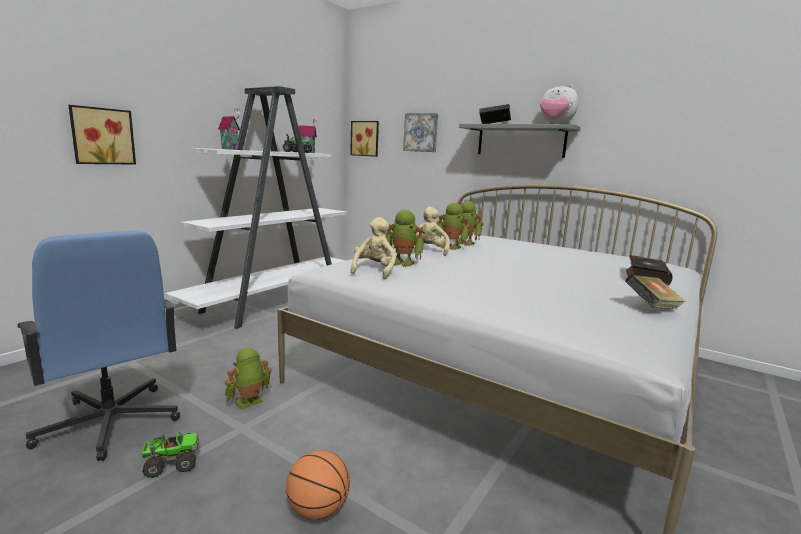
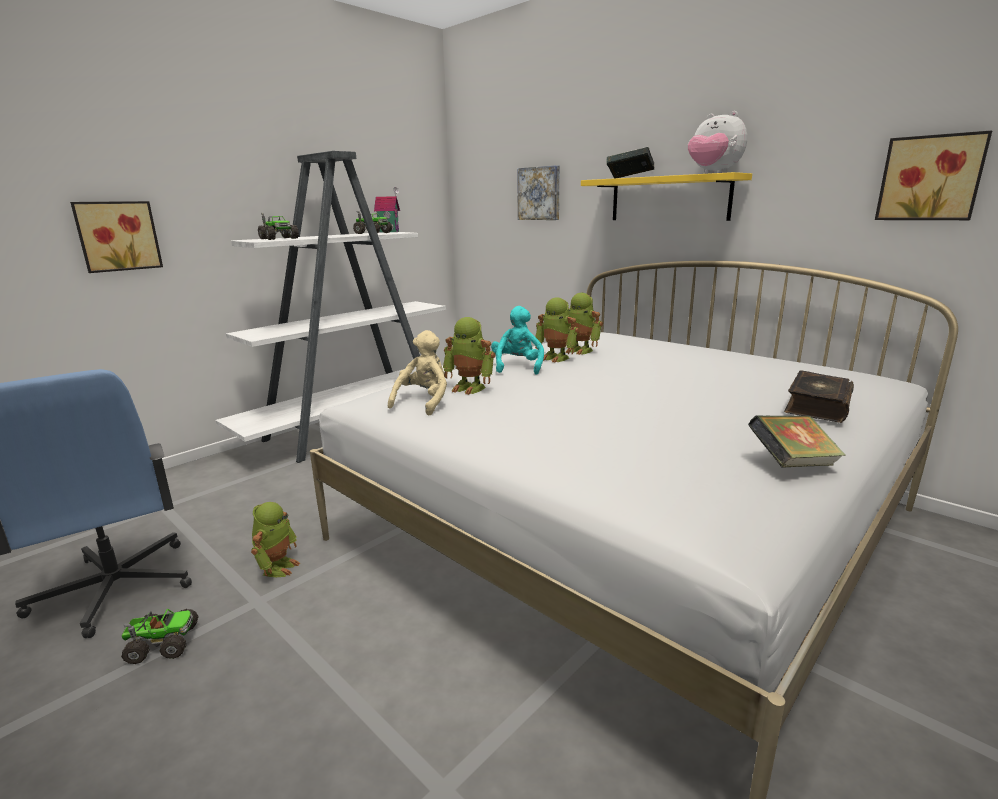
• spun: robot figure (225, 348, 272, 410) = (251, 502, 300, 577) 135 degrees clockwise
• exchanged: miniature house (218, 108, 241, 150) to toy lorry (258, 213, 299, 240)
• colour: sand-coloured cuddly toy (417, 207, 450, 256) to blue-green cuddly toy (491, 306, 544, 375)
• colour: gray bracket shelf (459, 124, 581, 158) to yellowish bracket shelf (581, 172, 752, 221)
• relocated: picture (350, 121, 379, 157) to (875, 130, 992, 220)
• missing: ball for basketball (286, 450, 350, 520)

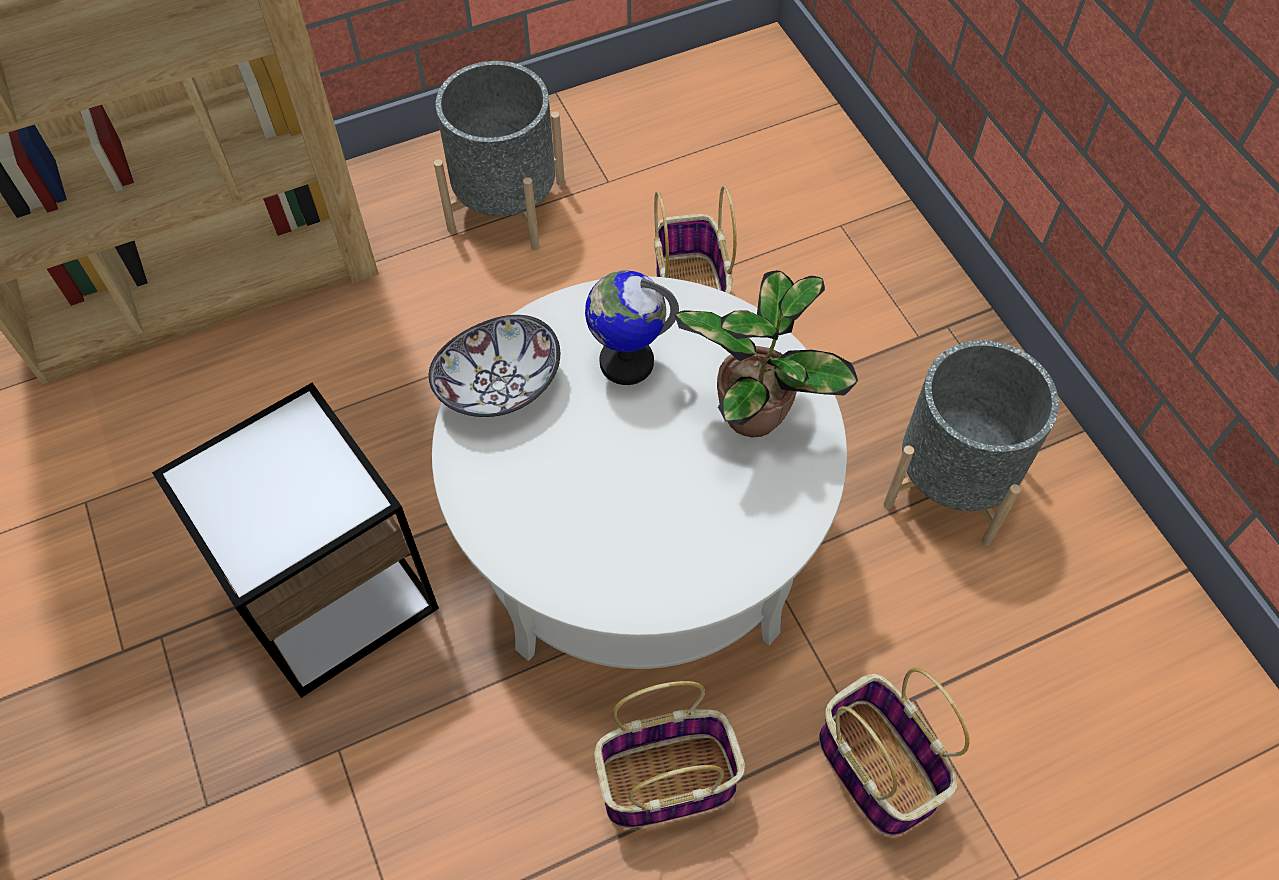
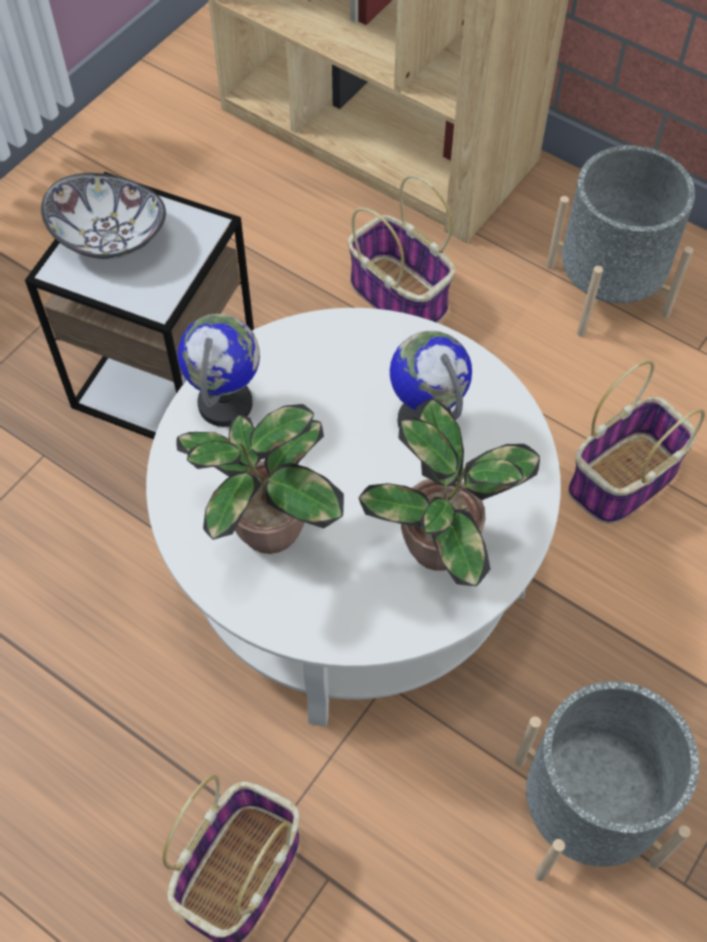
• relocated: bowl (429, 315, 560, 417) to (41, 173, 166, 259)
• appeared: houseplant (177, 404, 344, 554)
• appeared: globe (178, 314, 260, 427)
• relocated: household basket (594, 681, 745, 828) to (348, 175, 455, 323)

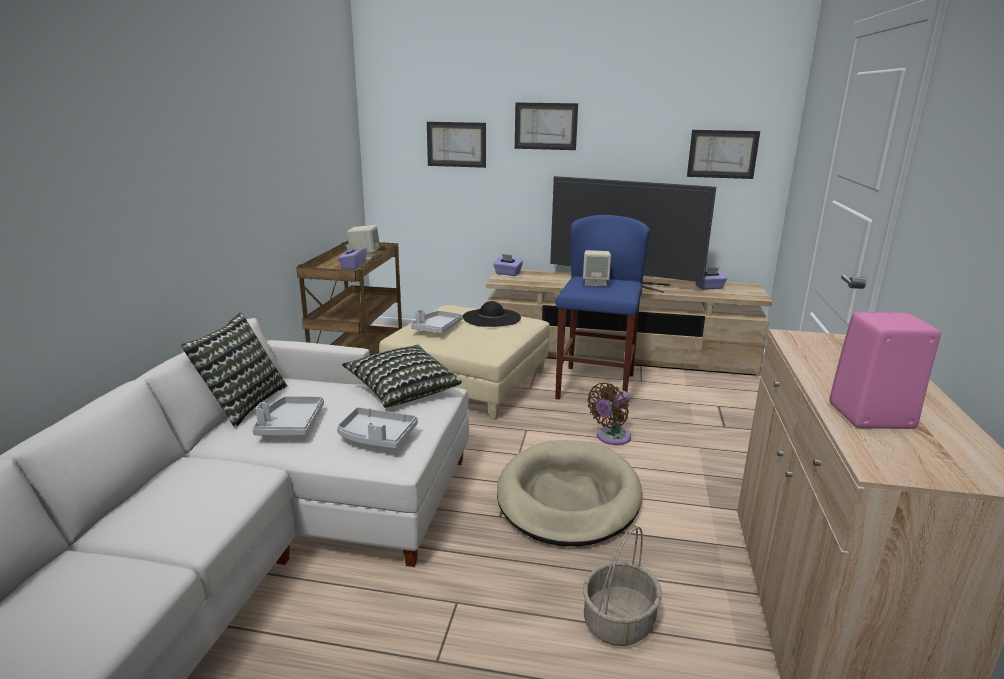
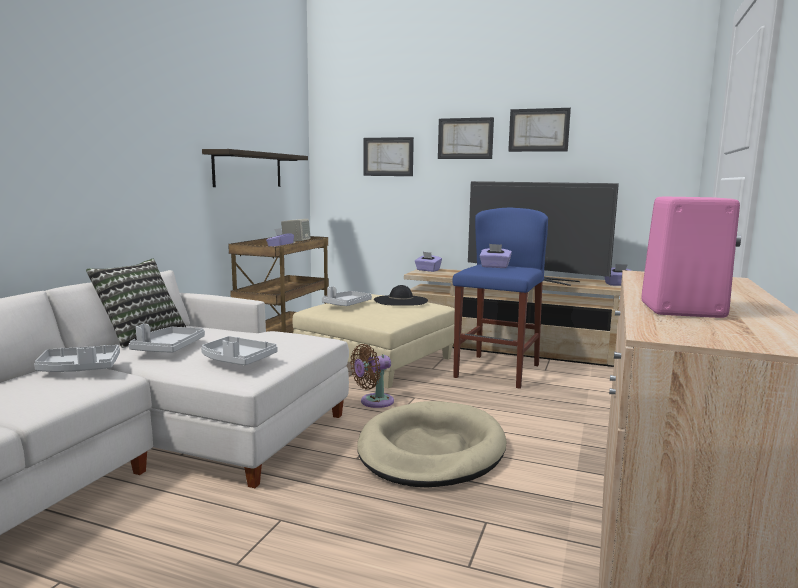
• appeared: gray tray (34, 345, 120, 372)
• appeared: bracket shelf (202, 149, 308, 187)
• relocated: brown-coloured electric fan (587, 383, 631, 445) to (350, 344, 394, 408)
• exchanged: sand-coloured audio speaker (583, 250, 611, 287) to purplish tissue holder (480, 244, 512, 268)
• relocated: picture (687, 130, 760, 179) to (508, 108, 571, 152)
• missing: cushion (342, 345, 462, 408)
• missing: household basket (583, 525, 662, 646)

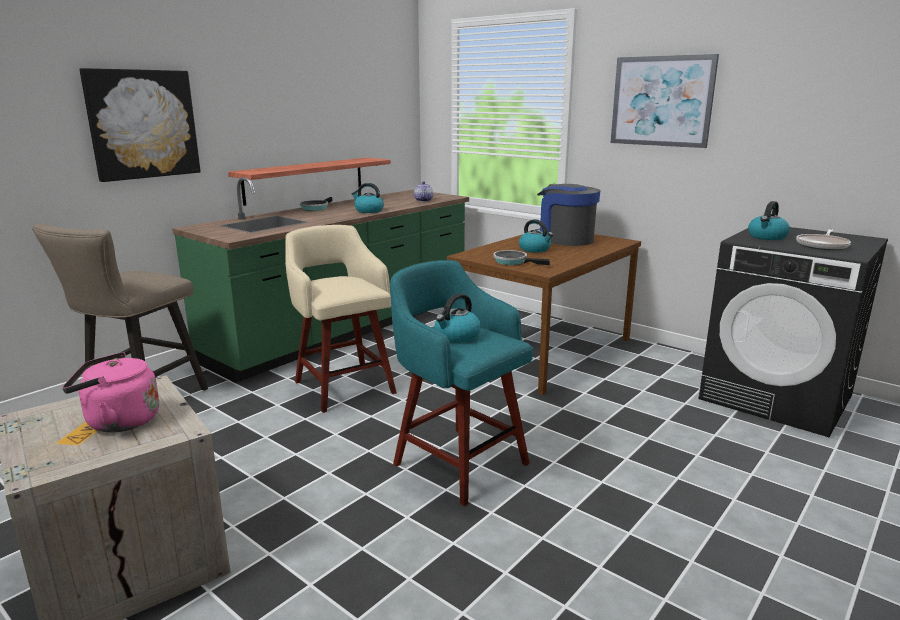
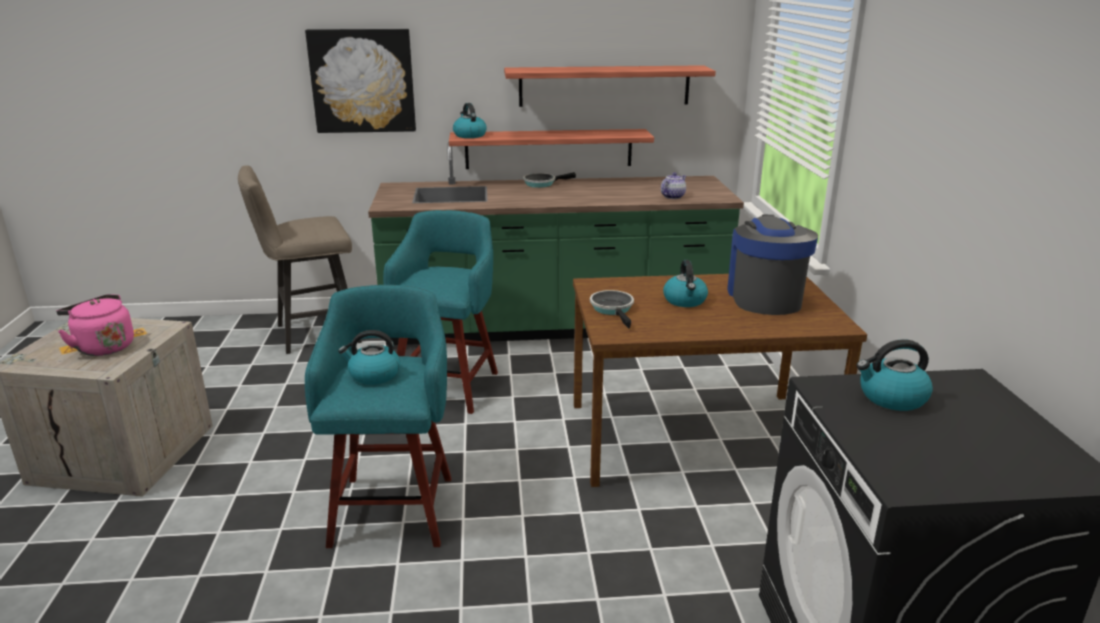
• colour: sand-coloured sitting stool (285, 225, 397, 413) to blue-green sitting stool (383, 210, 498, 414)
• relocated: kettle (352, 183, 384, 213) to (453, 103, 487, 138)
• appeared: bracket shelf (504, 65, 716, 107)
• missing: picture (611, 54, 719, 148)
• missing: frying pan (796, 229, 851, 250)

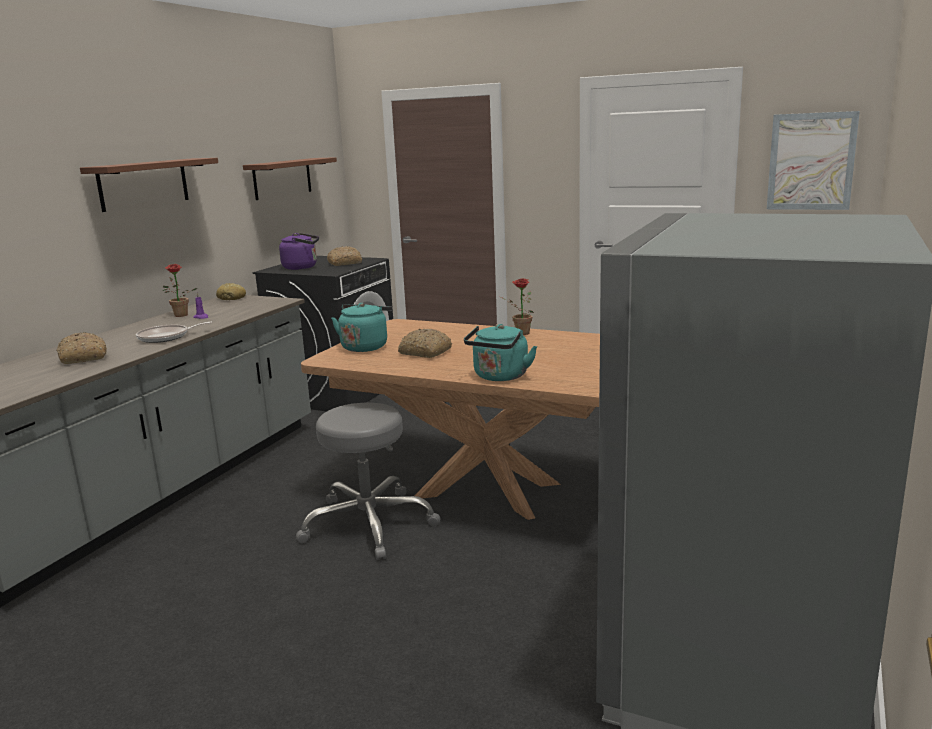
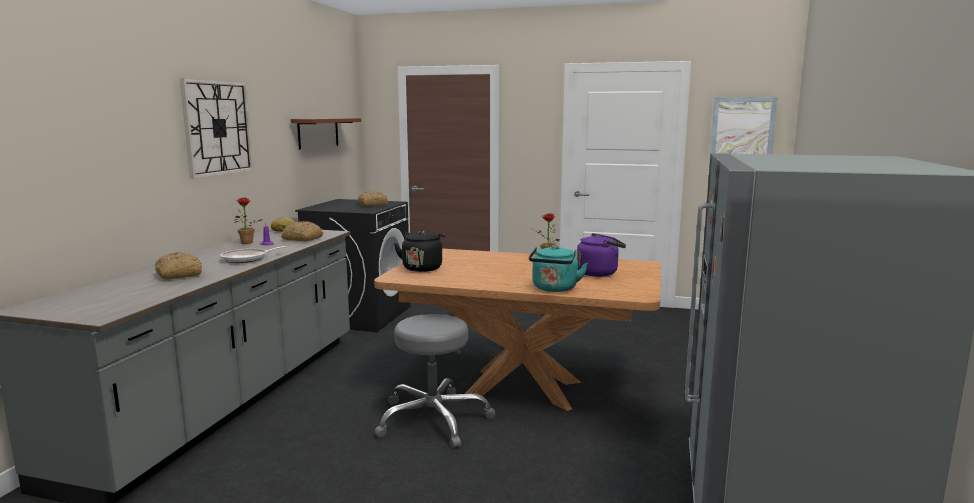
• exchanged: brown-coloured bracket shelf (80, 158, 218, 212) to clock on the wall (180, 78, 253, 179)
• relocated: bakery bread (398, 329, 452, 358) to (281, 221, 323, 242)
• colour: blue-green kettle (331, 303, 392, 352) to black-coloured kettle (394, 230, 446, 272)
• relocated: purplish kettle (279, 233, 319, 270) to (576, 233, 626, 277)

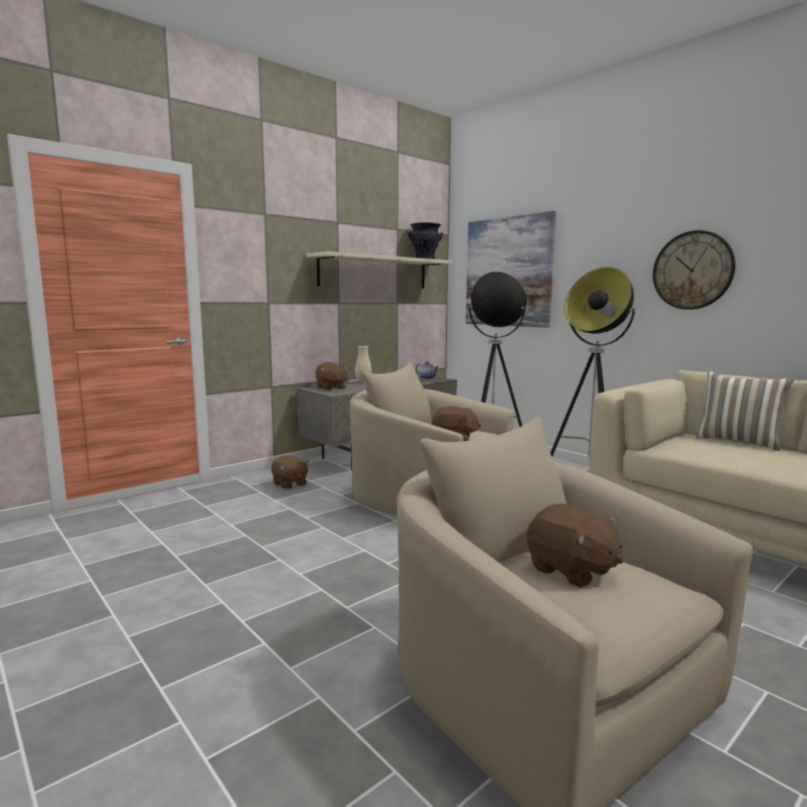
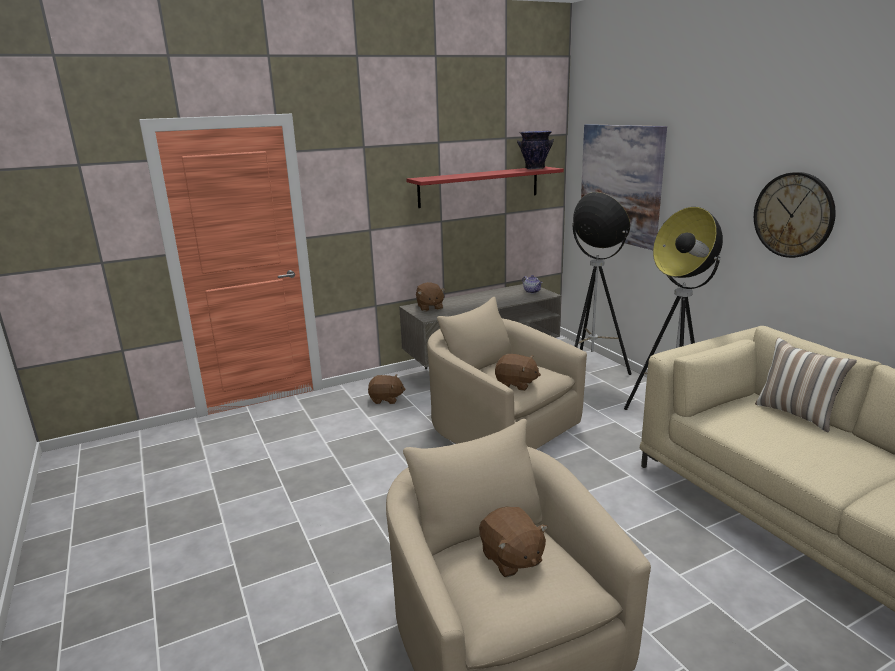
• spun: brown-coloured cuddly toy (271, 455, 309, 489) = (368, 374, 406, 404) 60 degrees counterclockwise
• colour: sand-coloured bracket shelf (307, 251, 452, 289) to reddish bracket shelf (406, 167, 564, 208)
• missing: sand-coloured flower vase (355, 346, 372, 383)

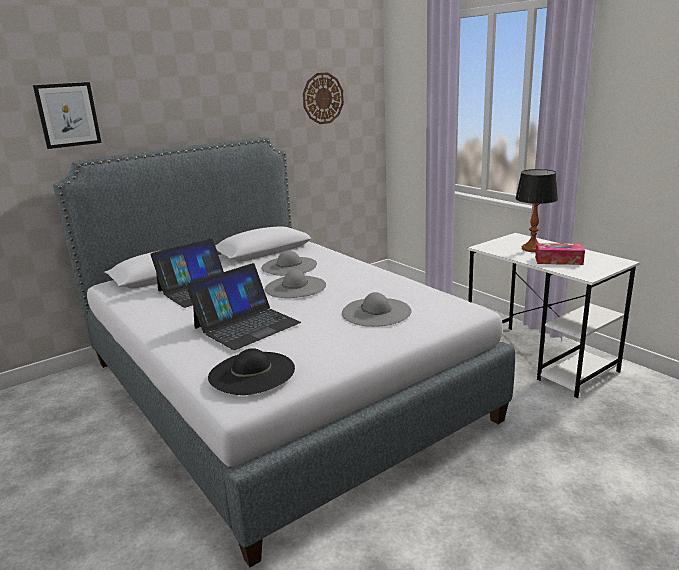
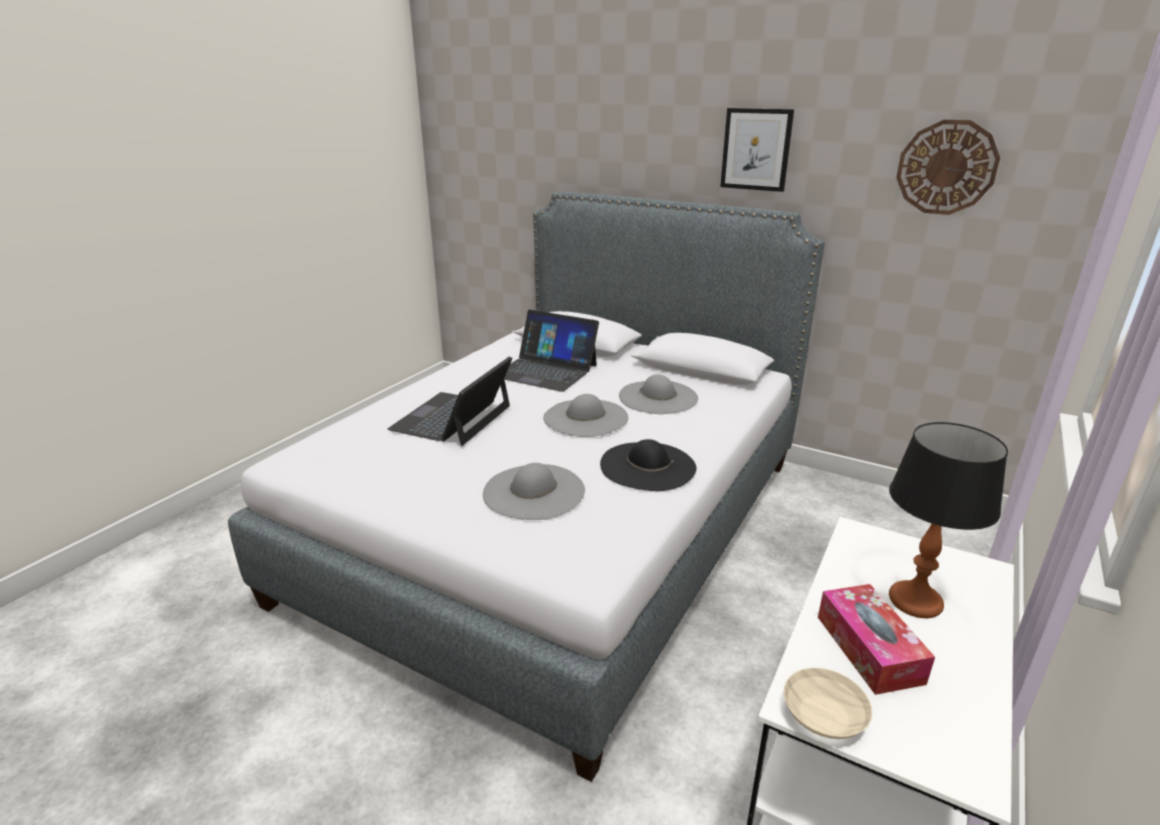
• spun: portable computer (186, 263, 301, 350) = (388, 356, 512, 446) 90 degrees clockwise
• relocated: black-coloured hat (208, 348, 295, 395) to (600, 439, 696, 491)
• relocated: picture (33, 82, 102, 149) to (720, 108, 794, 192)
• appeared: sand-coloured bowl (784, 668, 872, 739)

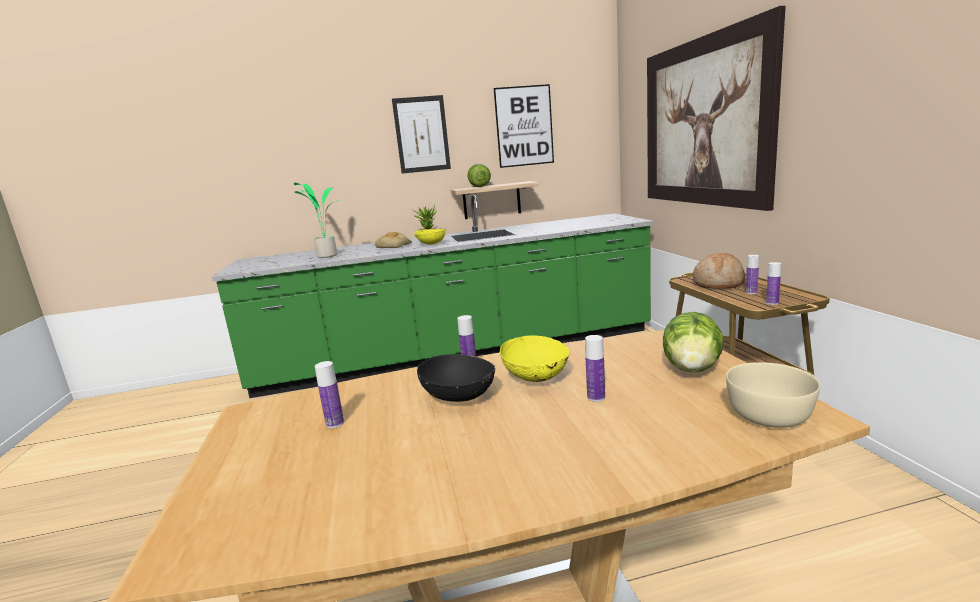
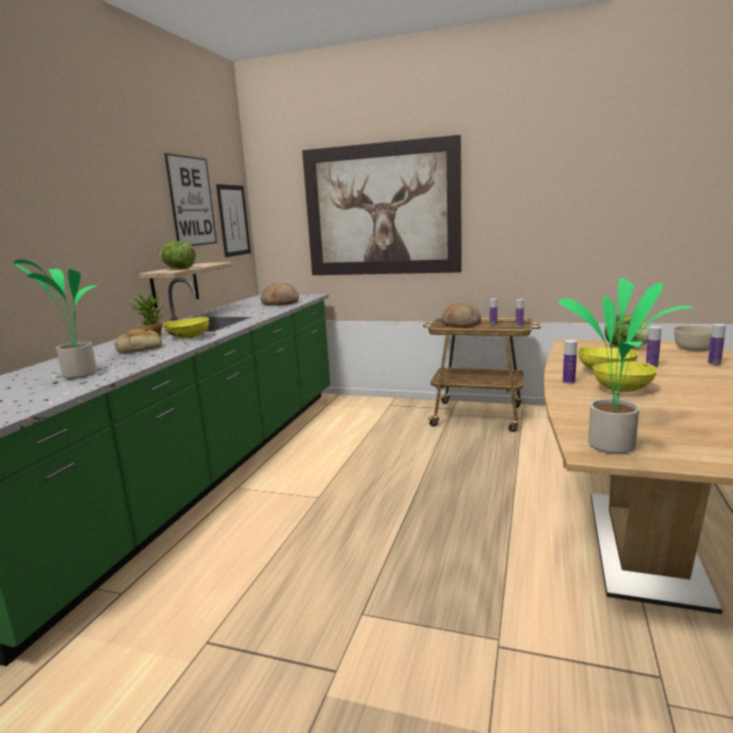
• relocated: picture (392, 95, 451, 174) to (216, 184, 251, 257)
• appeared: bakery bread (261, 283, 299, 305)
• appeared: houseplant (559, 278, 695, 454)
• colour: black-coloured bowl (417, 354, 495, 402) to yellowish bowl (592, 361, 657, 392)
• relocated: drink bottle (315, 361, 344, 428) to (708, 324, 726, 365)

